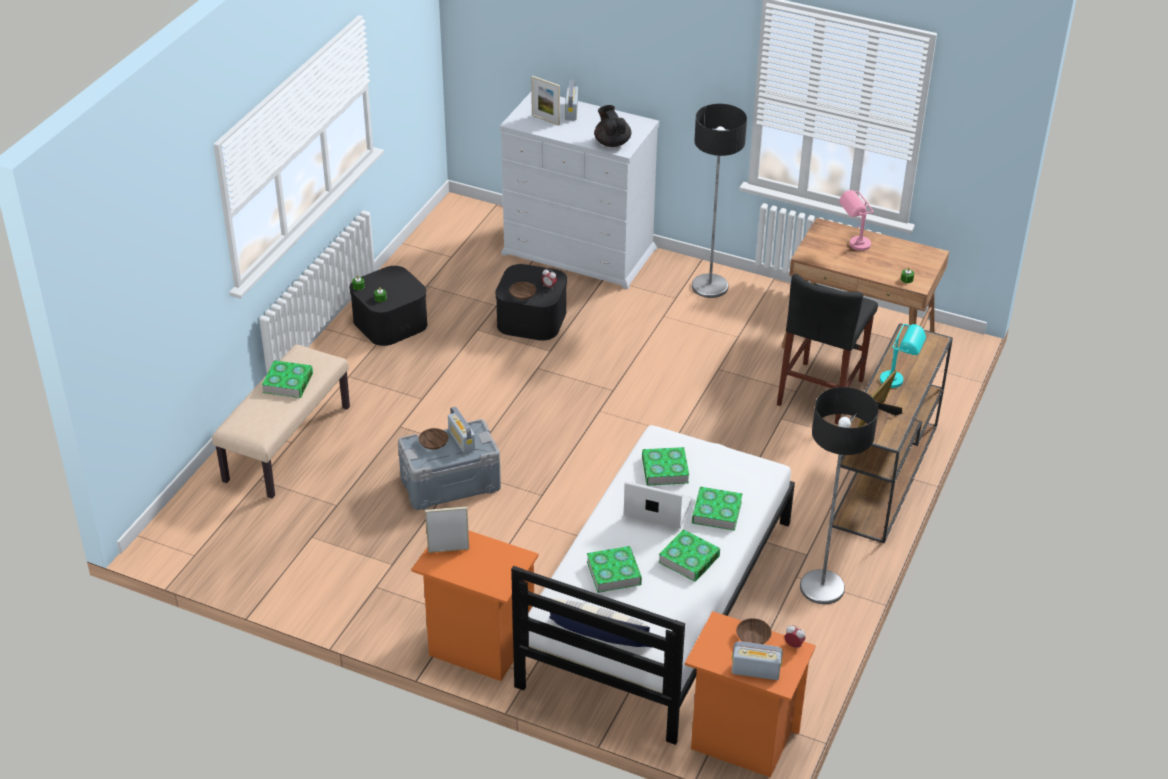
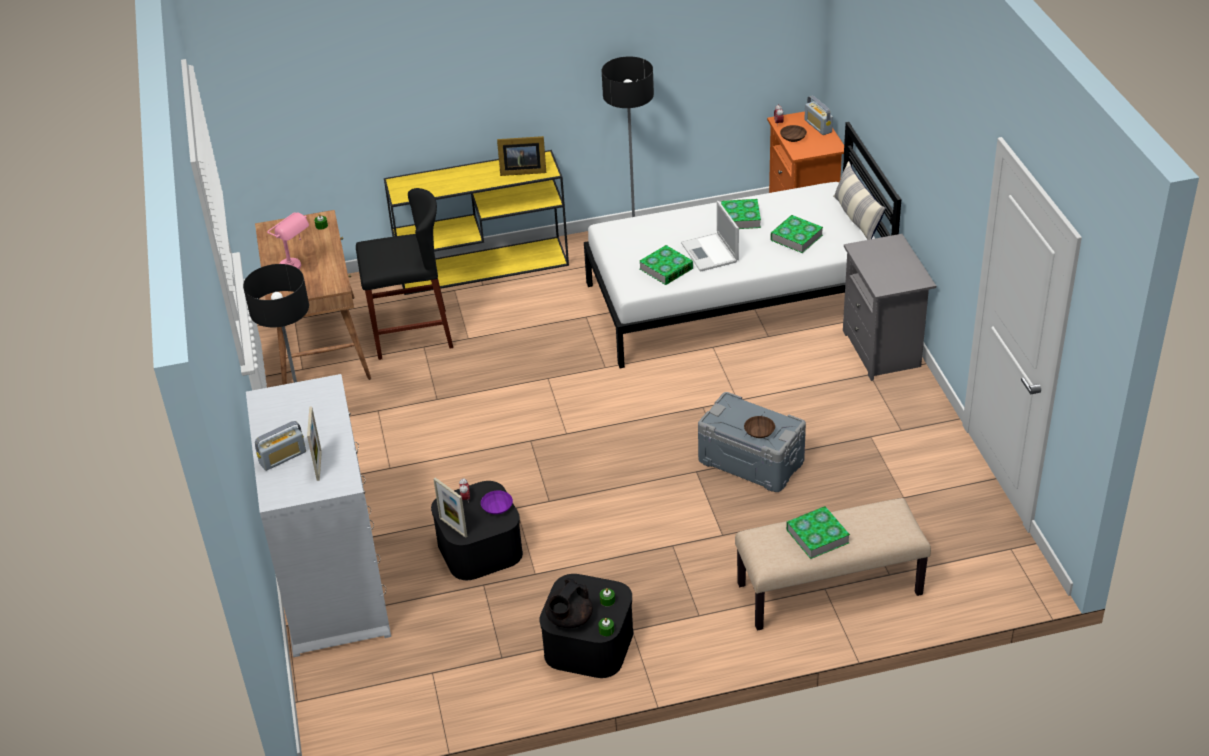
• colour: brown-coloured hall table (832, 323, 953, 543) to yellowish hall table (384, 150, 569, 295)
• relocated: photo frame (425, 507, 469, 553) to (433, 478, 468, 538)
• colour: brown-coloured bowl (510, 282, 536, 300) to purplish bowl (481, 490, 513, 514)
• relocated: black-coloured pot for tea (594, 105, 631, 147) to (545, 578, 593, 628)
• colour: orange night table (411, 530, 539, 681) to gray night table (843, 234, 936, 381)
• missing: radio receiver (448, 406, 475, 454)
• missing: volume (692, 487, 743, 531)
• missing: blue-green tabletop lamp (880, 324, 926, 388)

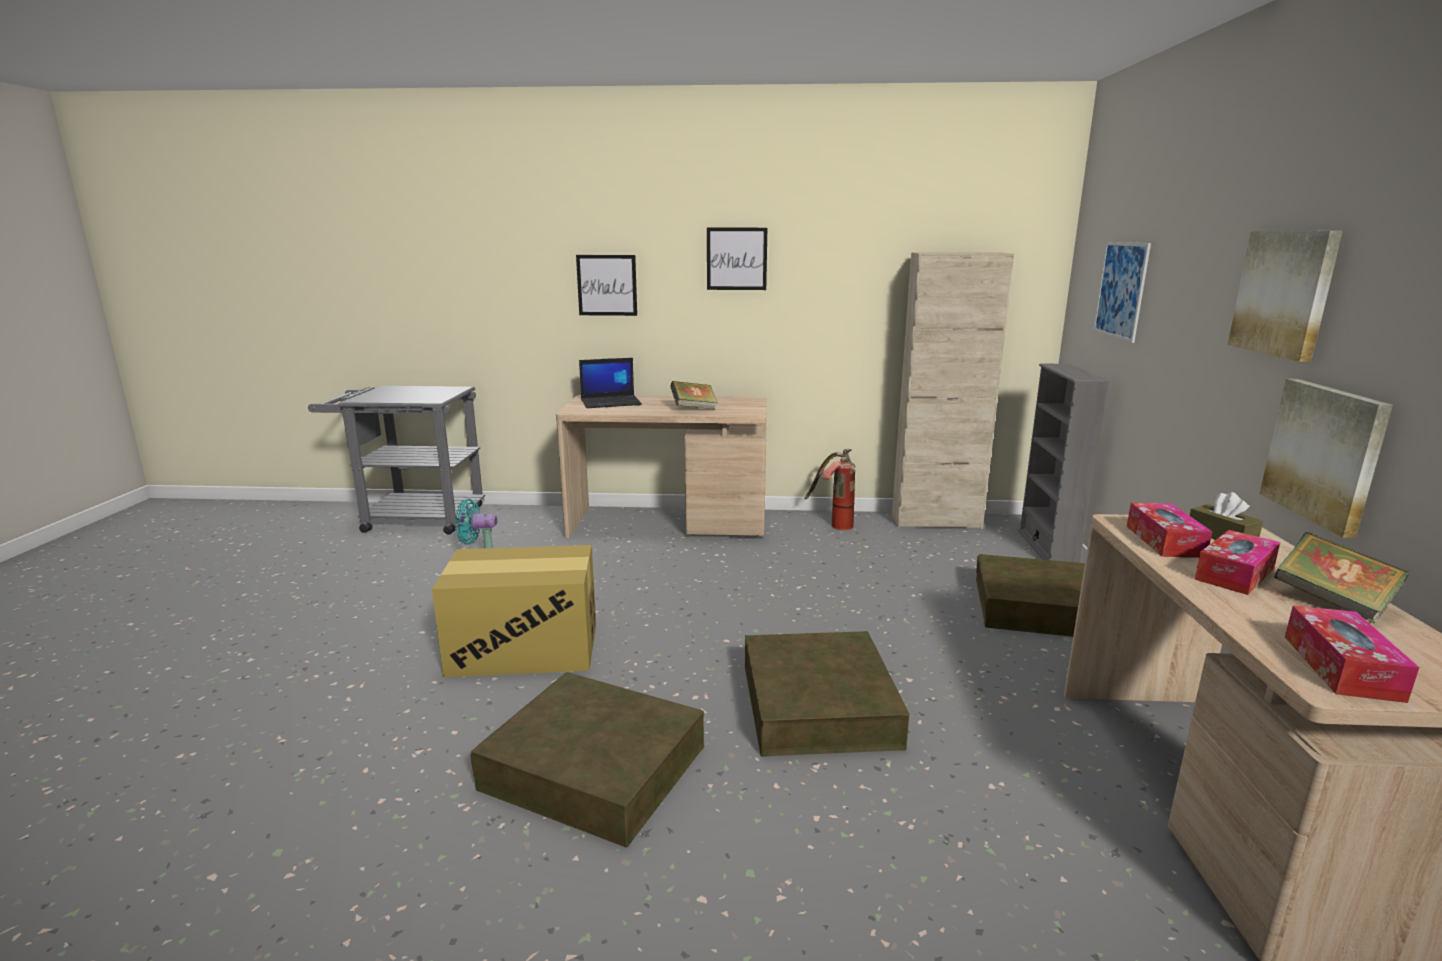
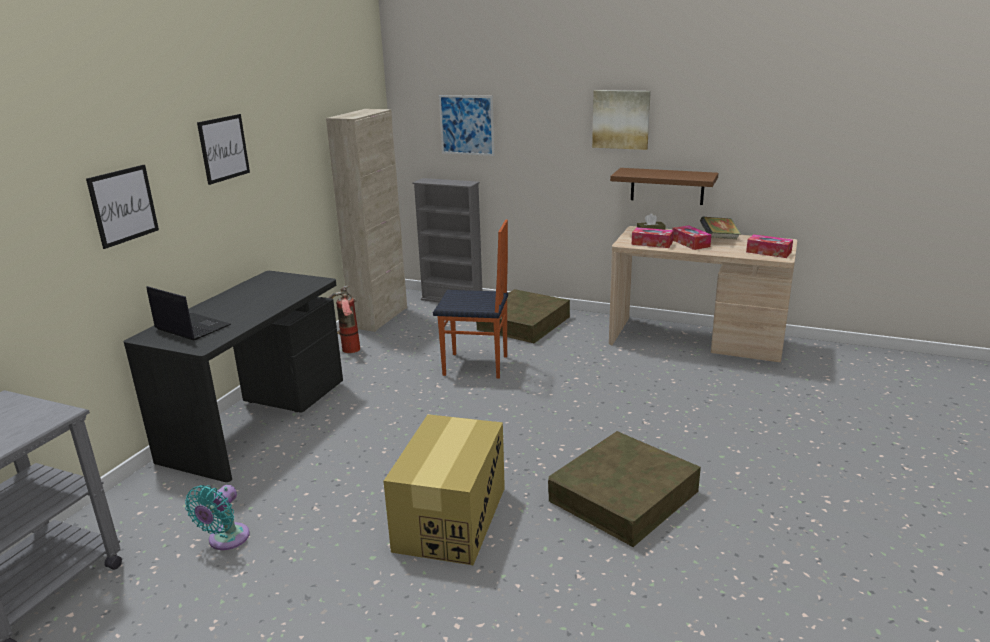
• colour: sand-coloured desk unit (556, 395, 767, 539) to black-coloured desk unit (123, 271, 343, 482)
• spun: portable computer (579, 358, 642, 408) = (146, 286, 231, 340) 60 degrees counterclockwise
• appeared: plain chair (433, 220, 508, 379)
• exchanged: picture (1260, 379, 1393, 538) to brown-coloured bracket shelf (610, 168, 719, 205)
• missing: volume (670, 381, 718, 409)
• missing: brown-coloured storage box (745, 631, 909, 757)

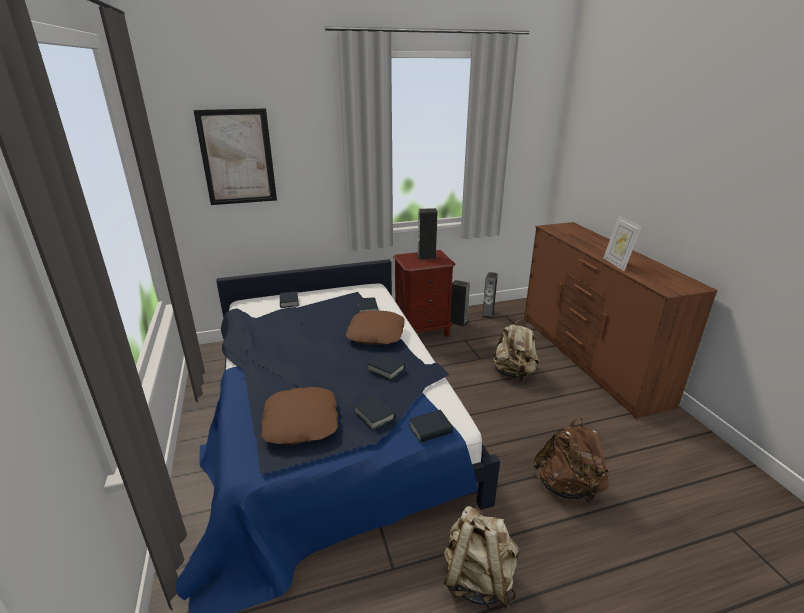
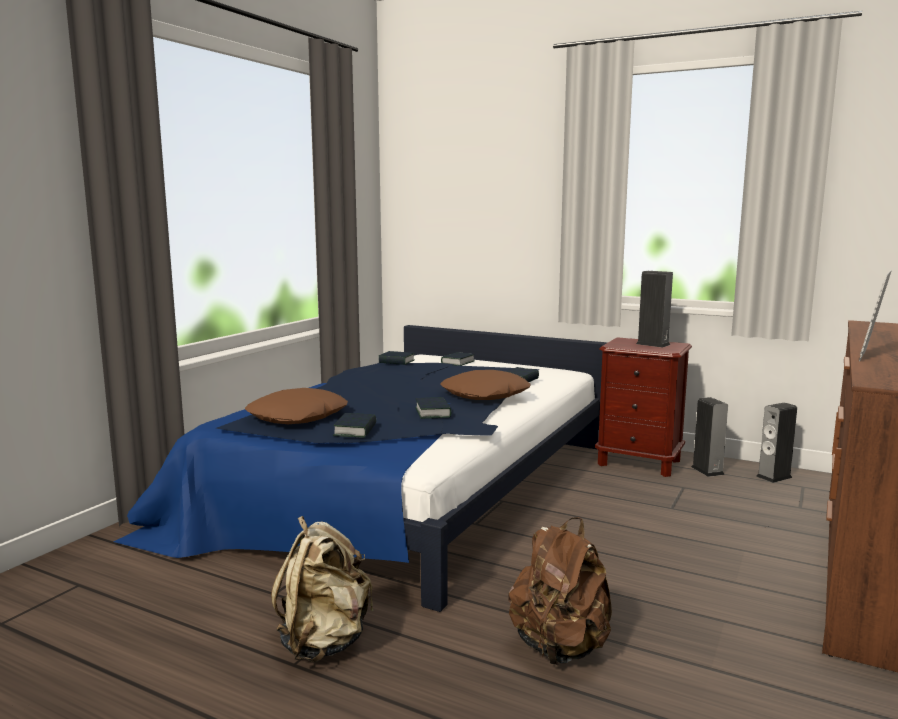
• relocated: volume (409, 410, 453, 442) to (378, 351, 415, 365)
• missing: picture (193, 108, 277, 205)
• missing: sand-coloured knapsack (490, 319, 539, 381)

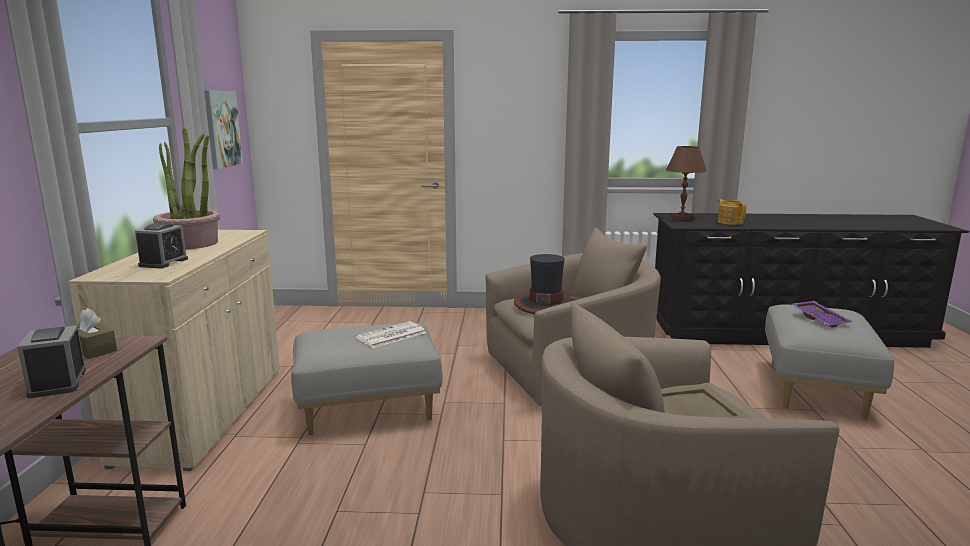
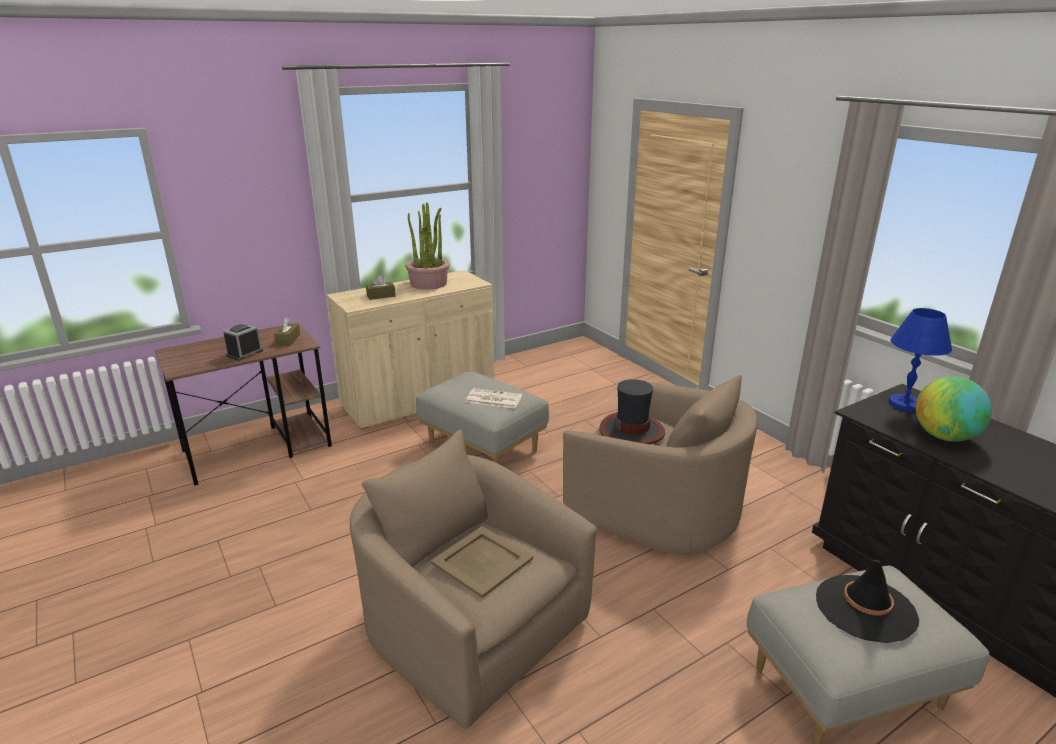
• exchanged: bedside clock (135, 223, 188, 269) to brown-coloured tissue holder (366, 275, 395, 300)
• exchanged: purplish tray (792, 301, 853, 328) to black-coloured hat (816, 560, 919, 643)
• colour: brown-coloured tabletop lamp (666, 146, 706, 220) to bluish tabletop lamp (889, 308, 952, 412)
• exchanged: pot for tea (718, 199, 746, 225) to globe (916, 376, 992, 442)
• missing: picture (204, 91, 243, 169)

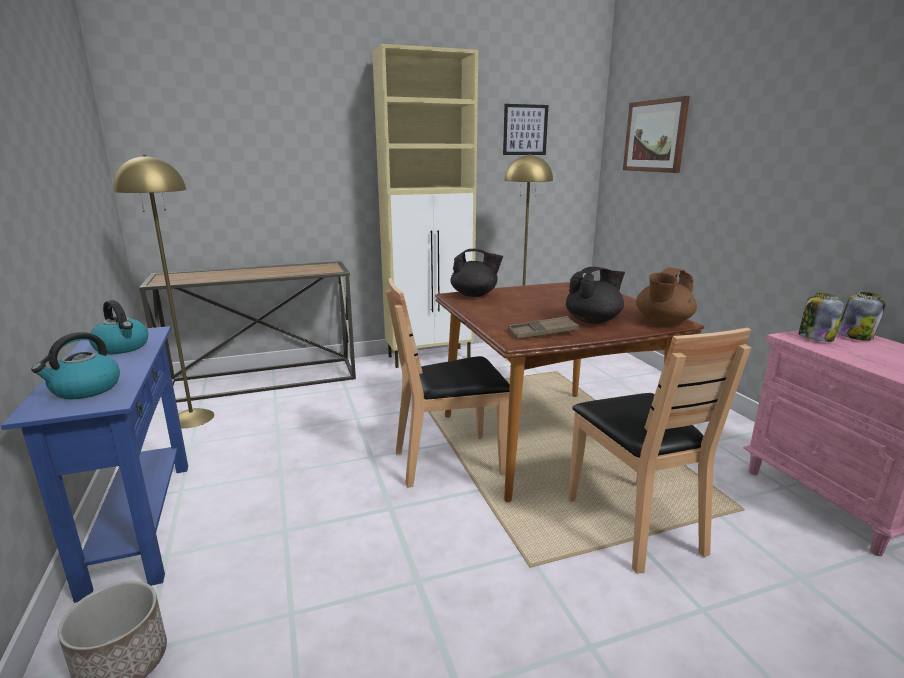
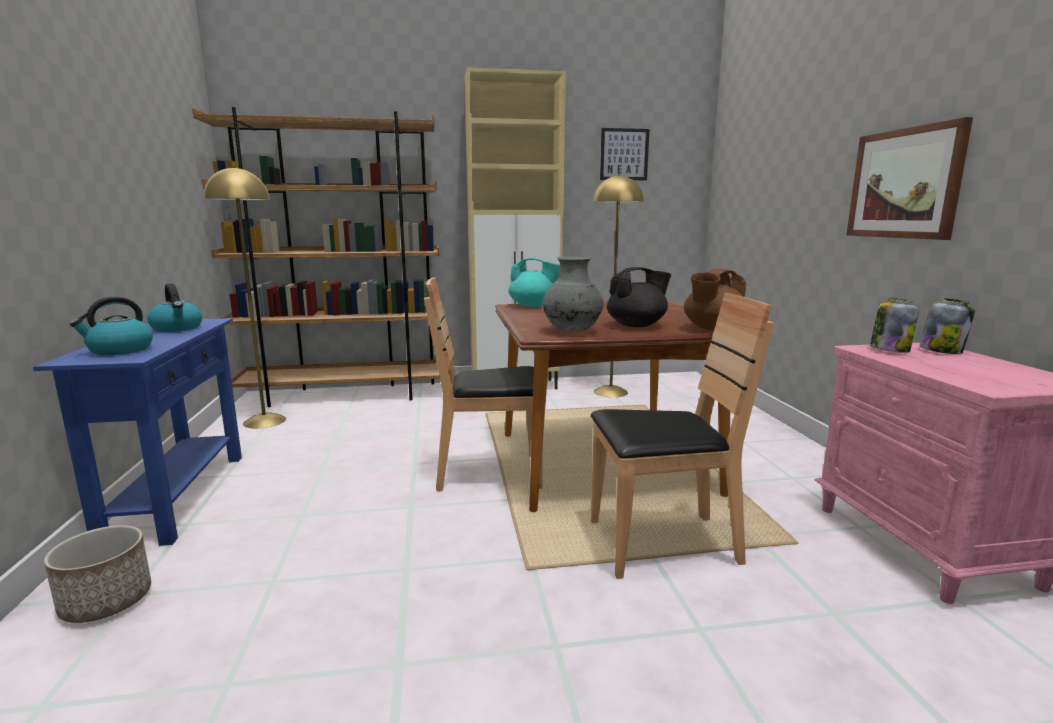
• exchanged: hall table (139, 261, 356, 403) to brown-coloured bookcase (192, 107, 440, 407)
• colour: black-coloured pot for tea (450, 249, 503, 297) to blue-green pot for tea (509, 258, 560, 307)
• exchanged: brown-coloured tray (508, 316, 579, 339) to gray flower vase (543, 257, 604, 332)
• spun: brown-coloured plain chair (568, 327, 751, 574) = (591, 293, 774, 579) 90 degrees counterclockwise
• relocated: picture (623, 96, 690, 173) to (847, 117, 973, 240)

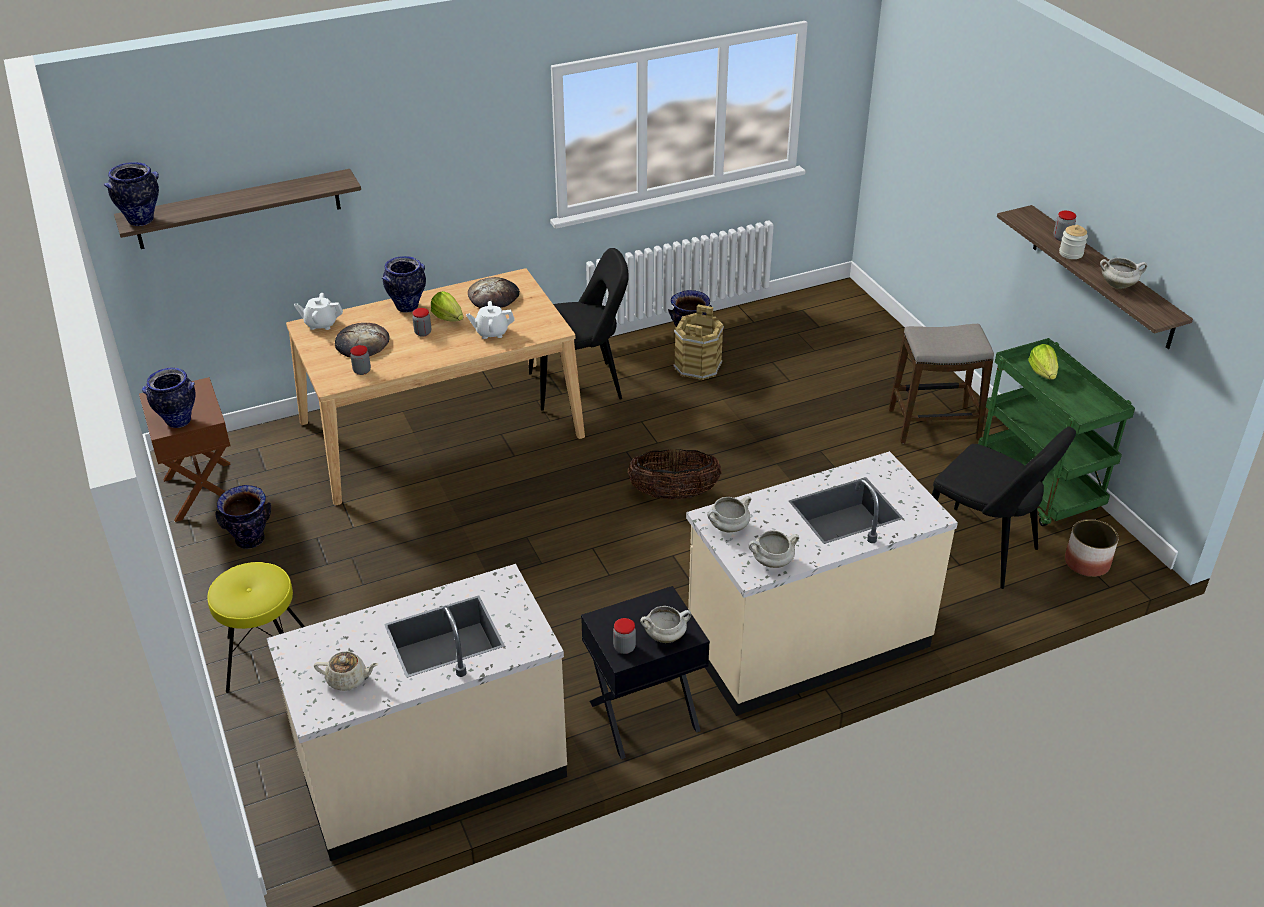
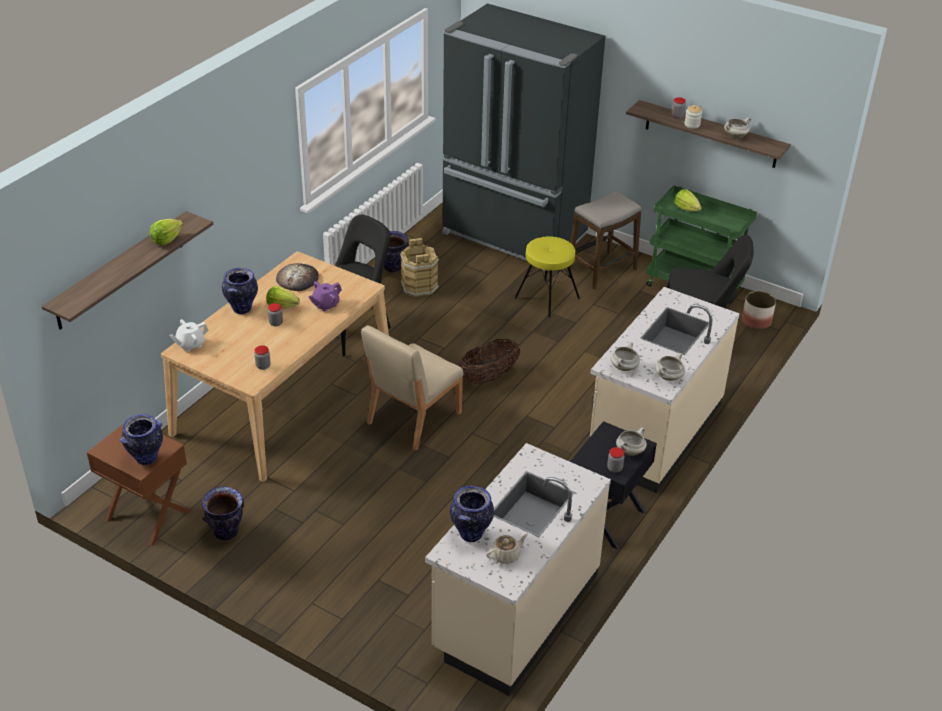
• appeared: lettuce (150, 219, 183, 246)
• colour: white pot for tea (466, 301, 515, 339) to purplish pot for tea (309, 281, 342, 312)
• appeared: sand-coloured plain chair (361, 325, 464, 451)
• appeared: black-coloured kitchen fridge (442, 3, 605, 271)
• relocated: flower vase (104, 162, 159, 226) to (450, 486, 494, 542)
• relocated: yellowish sitting stool (207, 562, 305, 693) to (514, 236, 580, 318)
• missing: bakery bread (335, 323, 390, 357)

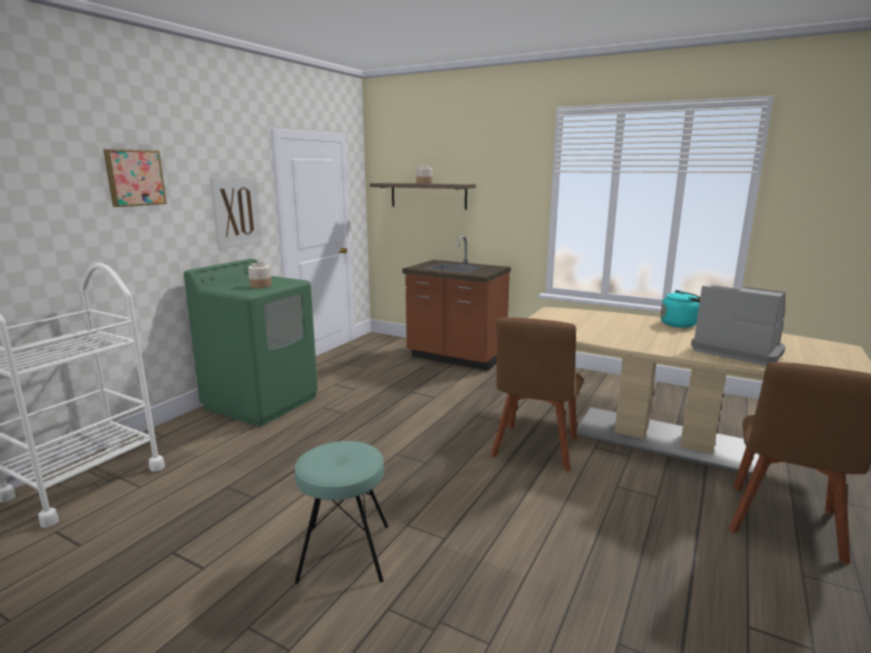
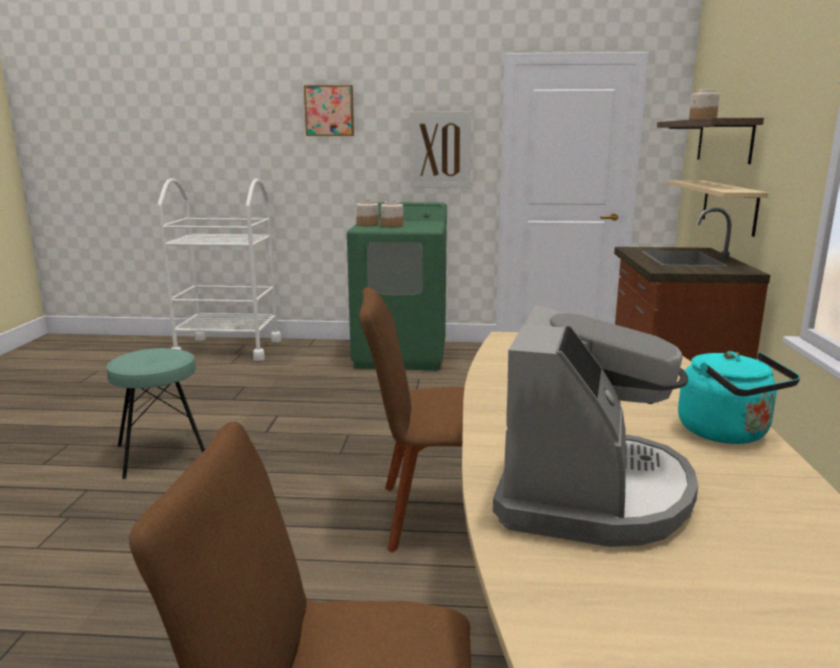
• appeared: jar (356, 200, 379, 226)
• appeared: sand-coloured bracket shelf (669, 180, 768, 237)

